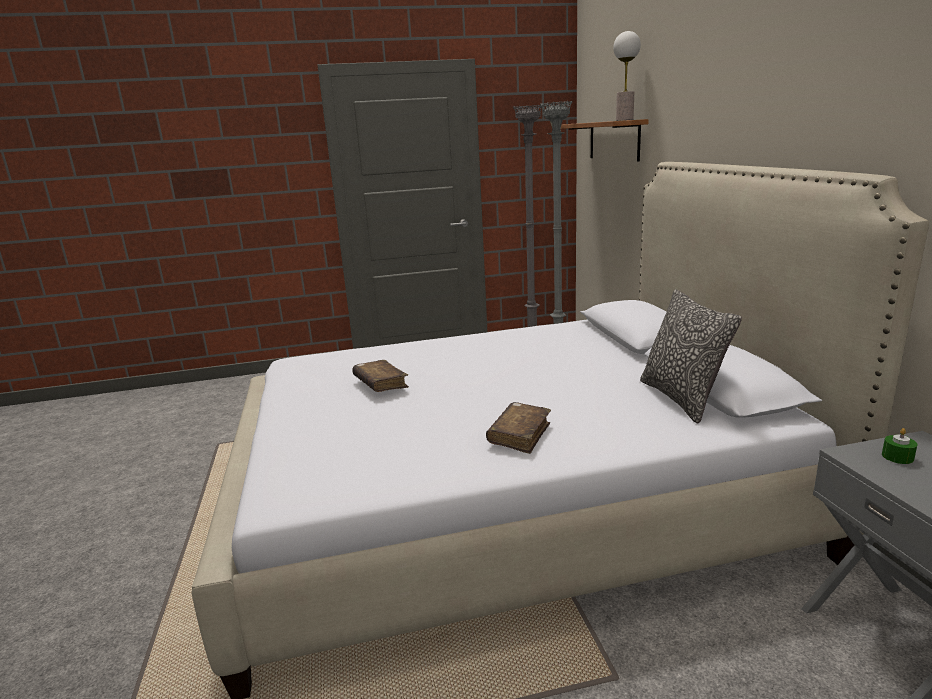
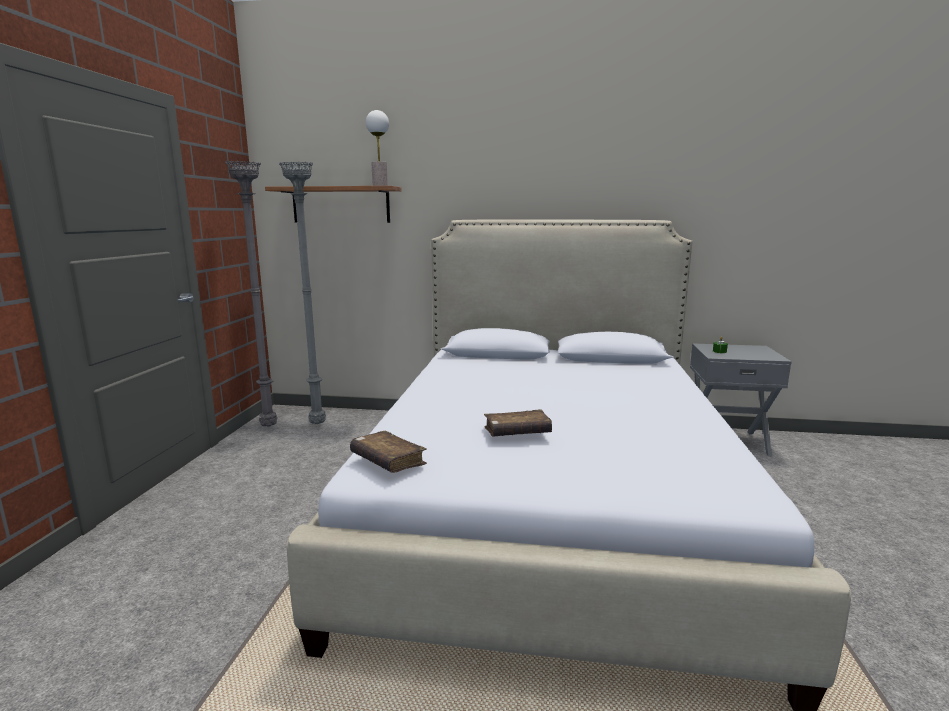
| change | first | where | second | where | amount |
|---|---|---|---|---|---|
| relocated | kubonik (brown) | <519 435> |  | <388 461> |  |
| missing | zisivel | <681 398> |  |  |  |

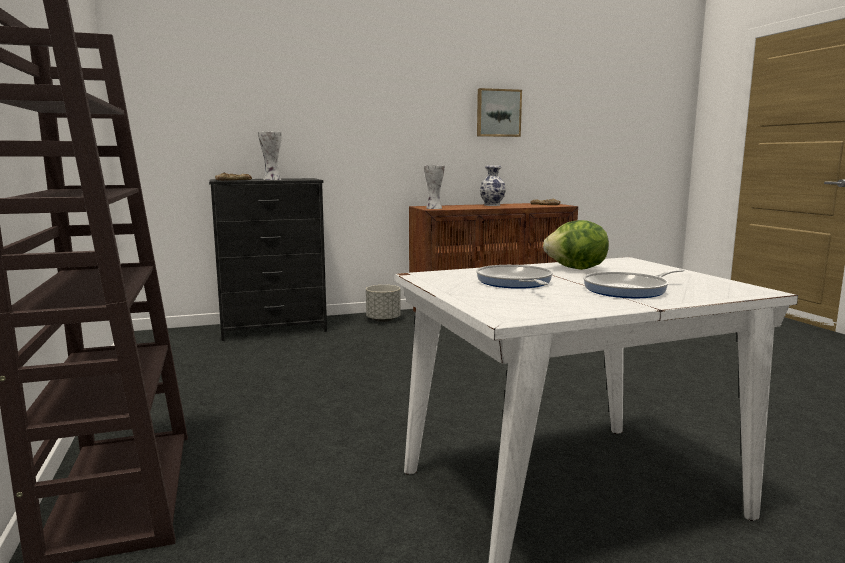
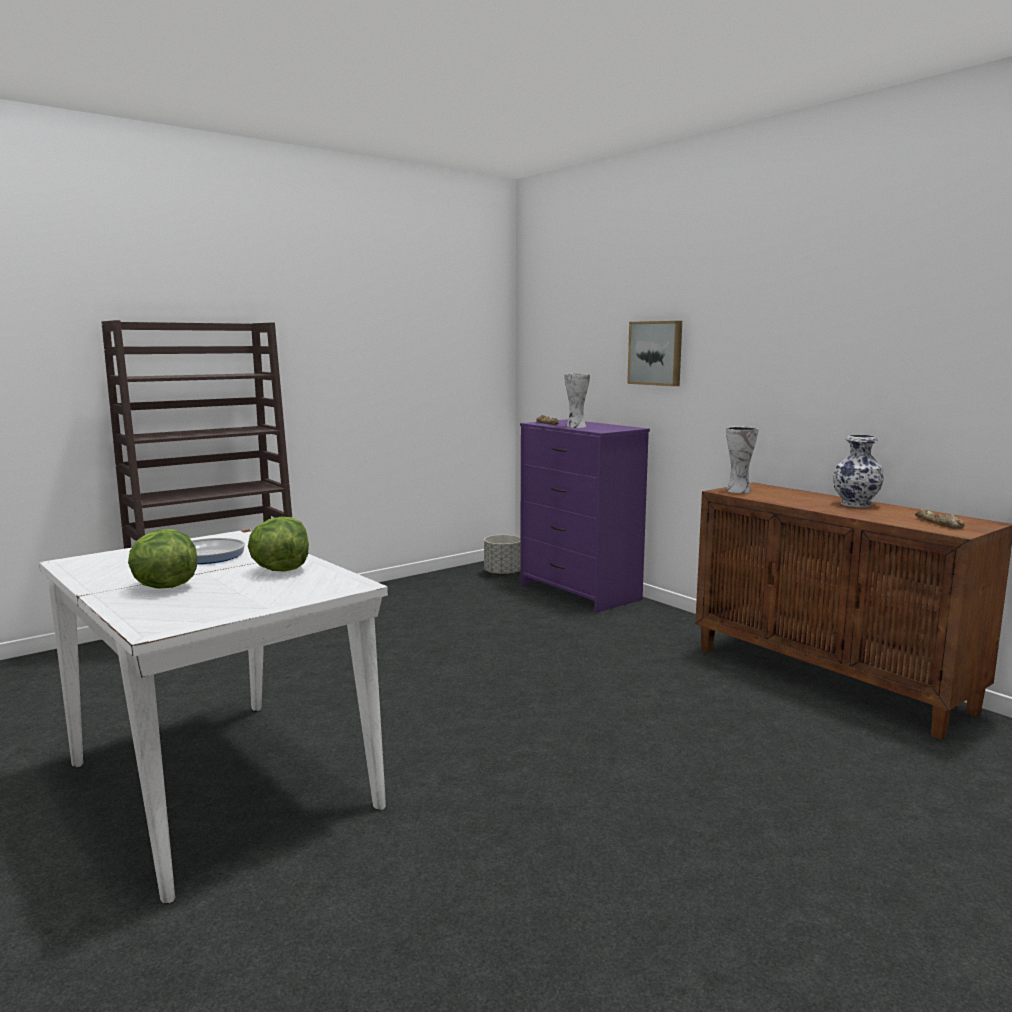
| change | first | where | second | where | amount |
|---|---|---|---|---|---|
| colour | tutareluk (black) | <273 329> | tutareluk (purple) | <578 592> |  |
| relocated | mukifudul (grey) | <383 320> |  | <502 574> |  |
| relocated | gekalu | <498 113> |  | <656 353> |  |
| exchanged | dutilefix | <629 290> | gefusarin | <164 587> |  |

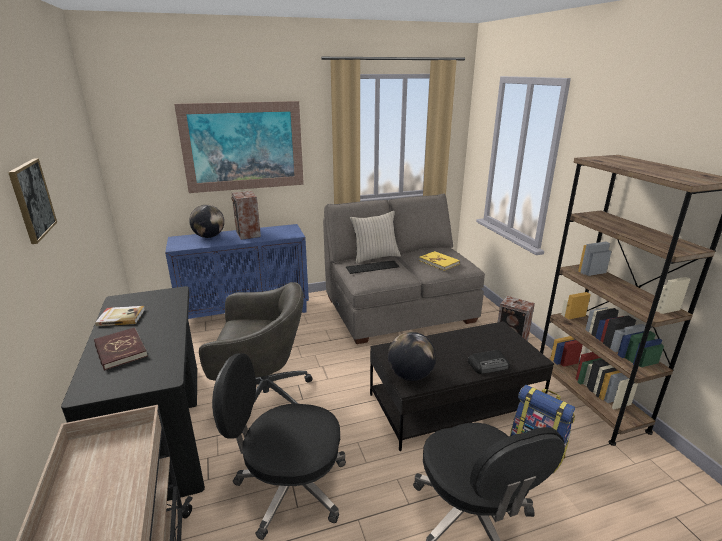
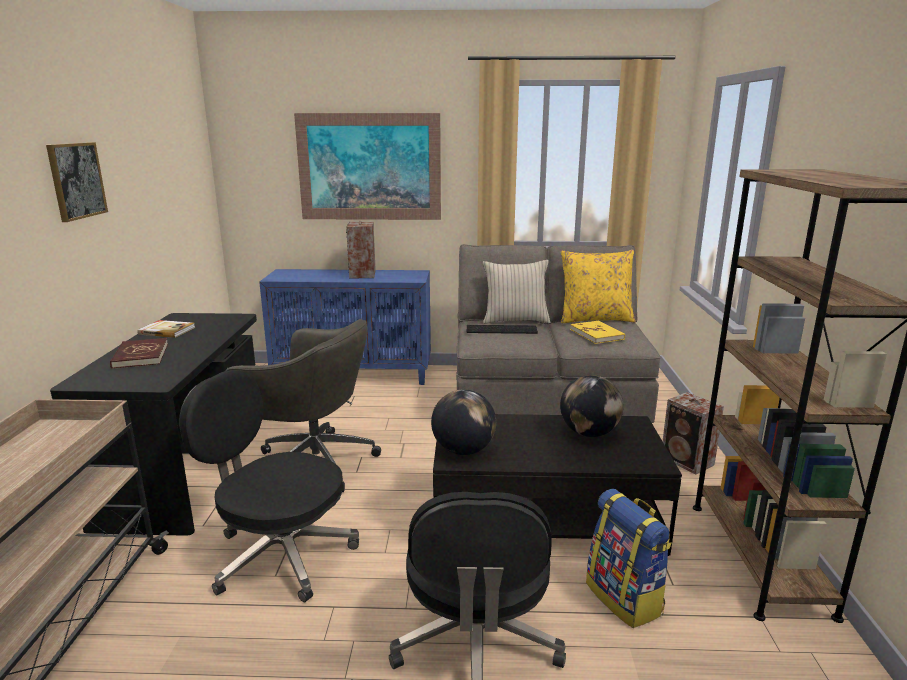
| change | first | where | second | where | amount |
|---|---|---|---|---|---|
| relocated | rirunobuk | <209 236> |  | <589 433> |  |
| missing | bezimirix | <489 365> |  |  |  |
| appeared |  |  | zisivel (yellow) | <595 319> |  |

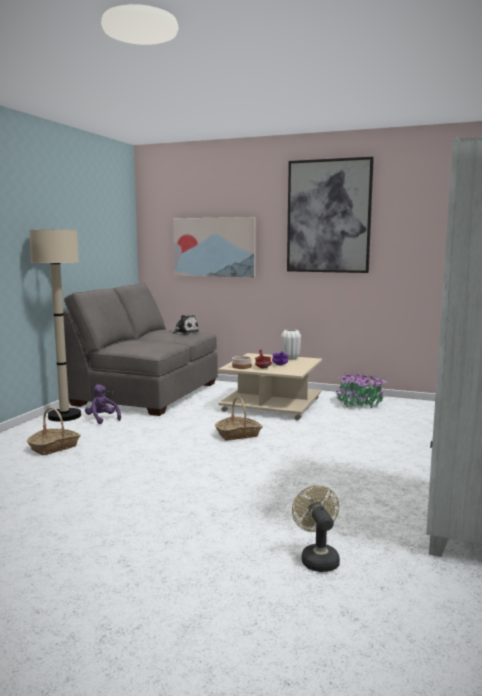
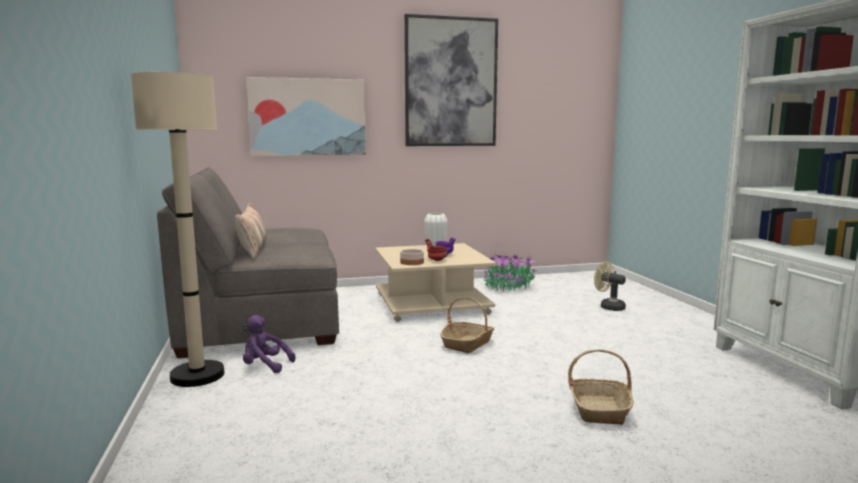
| change | first | where | second | where | amount |
|---|---|---|---|---|---|
| relocated | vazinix | <54 447> |  | <599 409> |  |
| missing | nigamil | <184 332> |  |  |  |
| relocated | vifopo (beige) | <317 558> |  | <608 307> |  |
| appeared |  |  | zisivel | <252 248> |  |

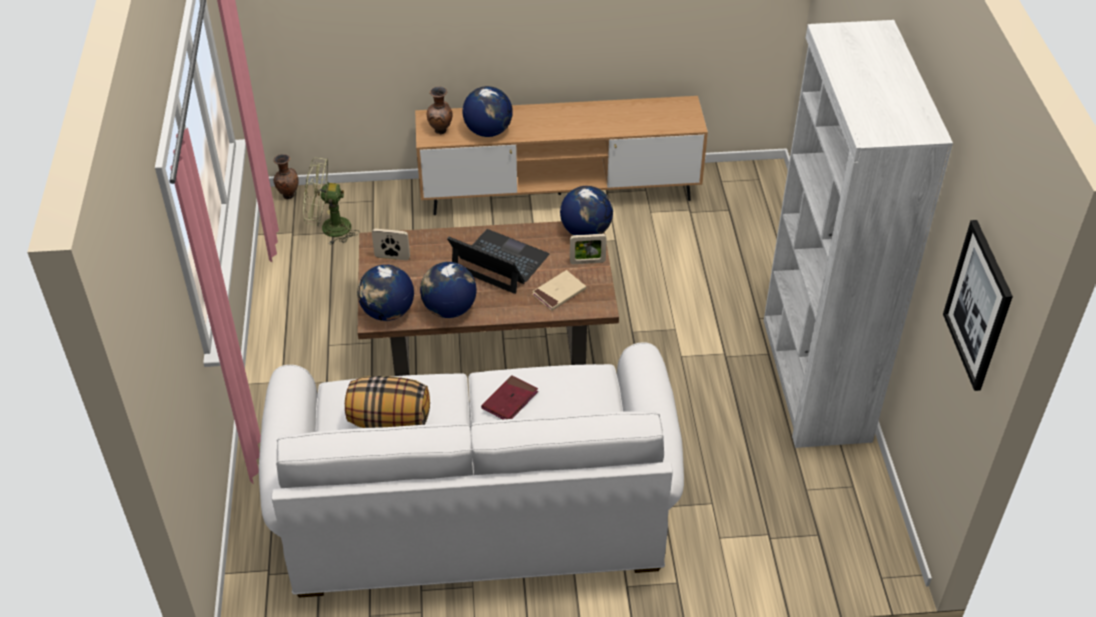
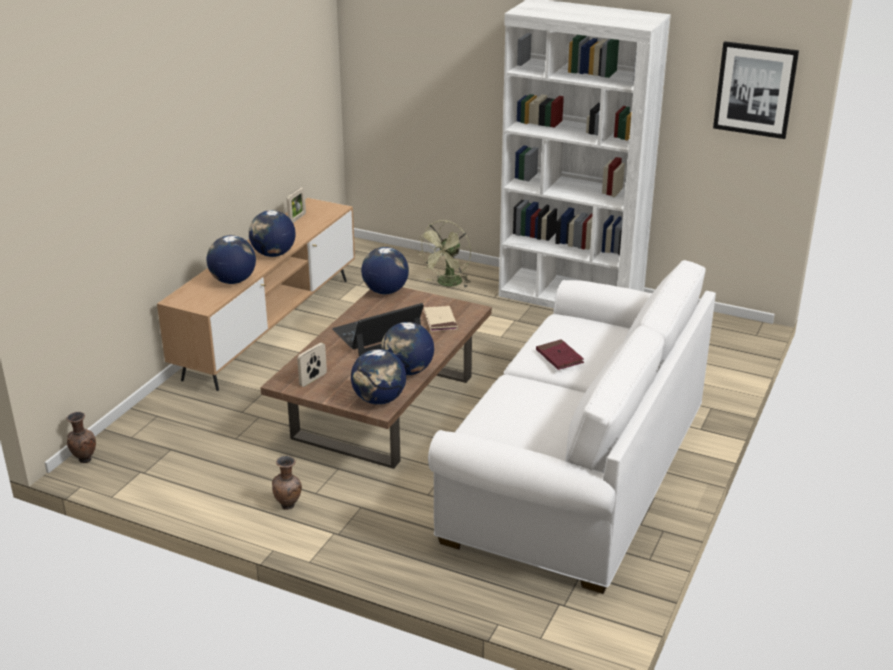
| change | first | where | second | where | amount |
|---|---|---|---|---|---|
| relocated | vifopo (green) | <329 228> |  | <447 284> |  |
| missing | zisivel | <389 421> |  |  |  |
| relocated | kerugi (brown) | <441 131> |  | <289 506> |  |
| relocated | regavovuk | <587 262> |  | <297 218> |  |
| appeared |  |  | rirunobuk | <273 254> |  |

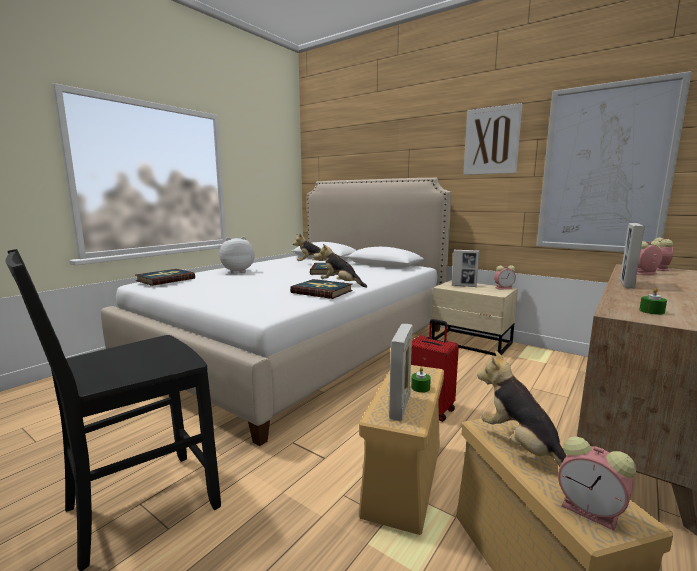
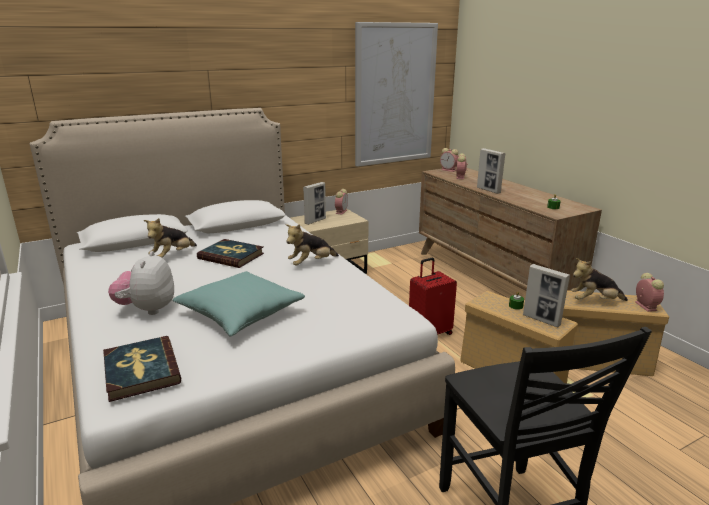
| change | first | where | second | where | amount |
|---|---|---|---|---|---|
| missing | kubonik | <322 291> |  |  |  |
| missing | gekalu | <491 141> |  |  |  |
| spun | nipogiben | <592 512> |  | <645 306> | 75 degrees counterclockwise |
| appeared |  |  | zisivel (turquoise) | <240 314> |  |

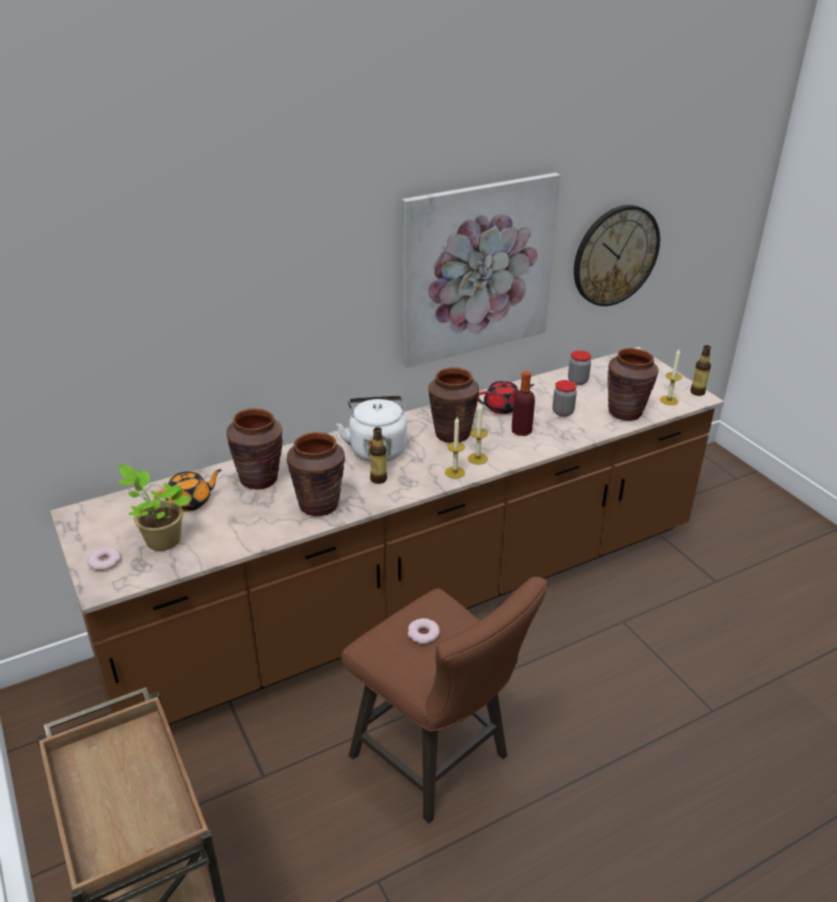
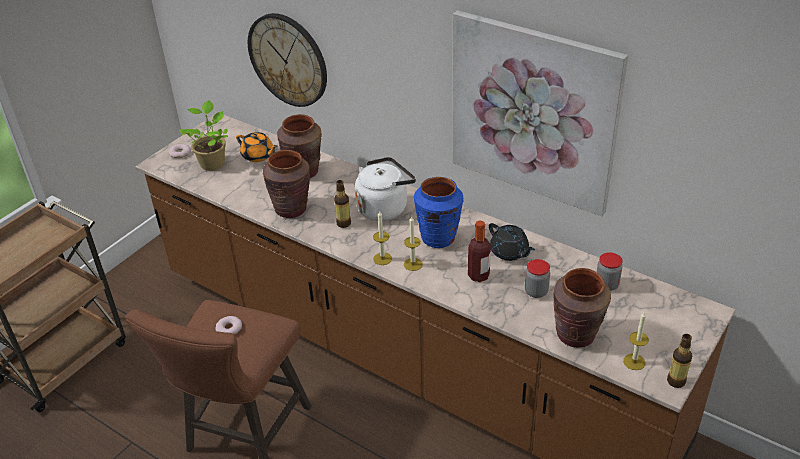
| change | first | where | second | where | amount |
|---|---|---|---|---|---|
| colour | kerugi (brown) | <452 434> | kerugi (blue) | <438 238> |  |
| colour | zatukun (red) | <503 407> | zatukun (black) | <509 252> |  |
| relocated | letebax | <615 255> |  | <288 60> |  |

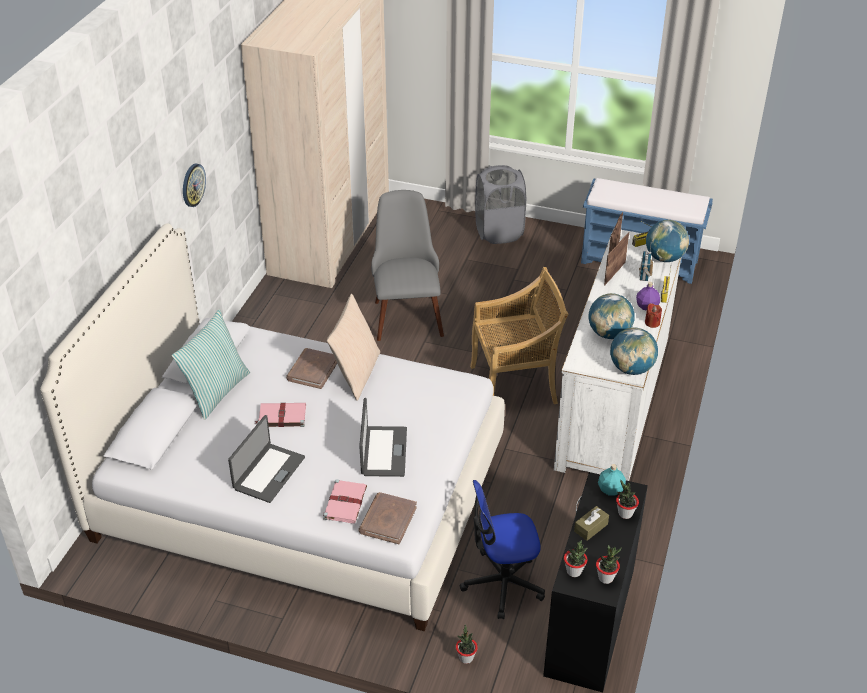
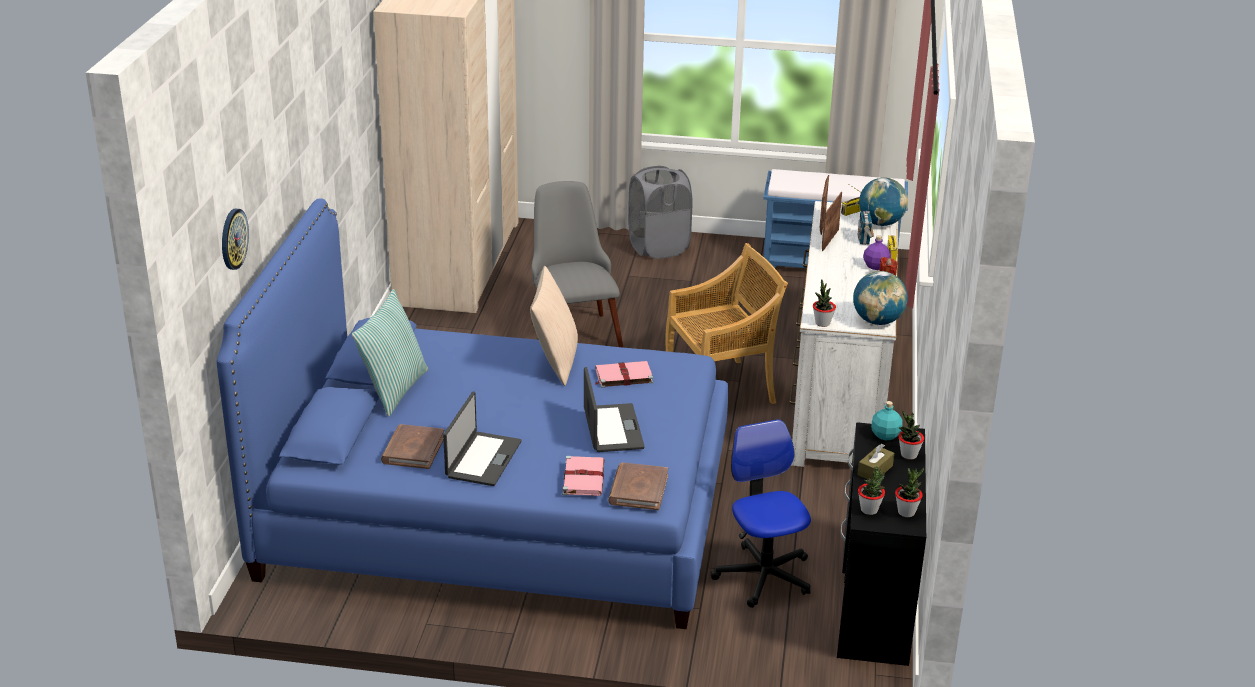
| change | first | where | second | where | amount |
|---|---|---|---|---|---|
| colour | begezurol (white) | <299 493> | begezurol (blue) | <497 512> |  |
| relocated | letebax | <193 185> |  | <233 239> |  |
| relocated | kubonik (pink) | <281 416> |  | <622 376> |  |
| relocated | kubonik (brown) | <312 370> |  | <413 450> |  |
| relocated | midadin | <466 658> |  | <822 323> |  |
| spun | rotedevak | <502 583> |  | <764 576> | 90 degrees clockwise |
| missing | rirunobuk | <609 334> |  |  |  |

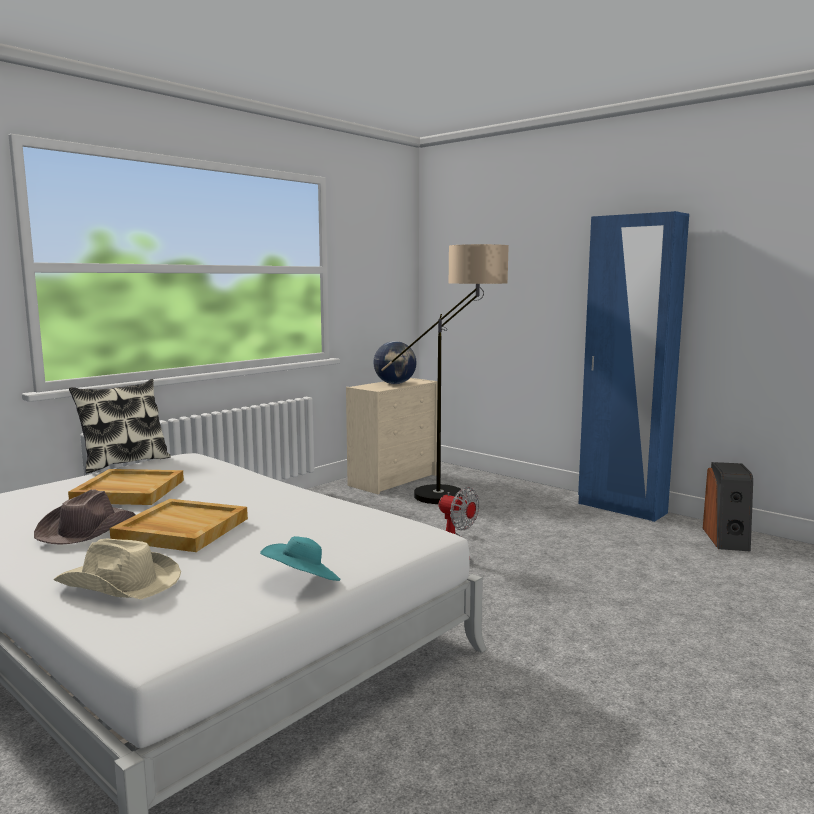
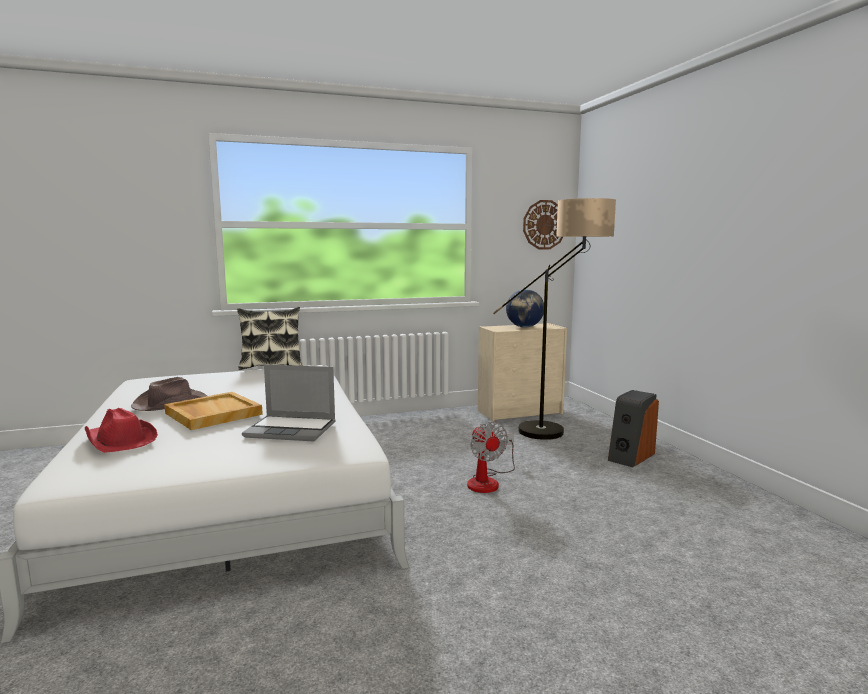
| change | first | where | second | where | amount |
|---|---|---|---|---|---|
| colour | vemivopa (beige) | <119 583> | vemivopa (red) | <119 440> |  |
| missing | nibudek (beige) | <128 491> |  |  |  |
| missing | vemivopa (turquoise) | <302 582> |  |  |  |
| missing | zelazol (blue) | <621 508> |  |  |  |
| relocated | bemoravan | <727 539> |  | <630 456> |  |
| appeared |  |  | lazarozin | <292 430> |  |
| appeared |  |  | letebax | <544 224> |  |

